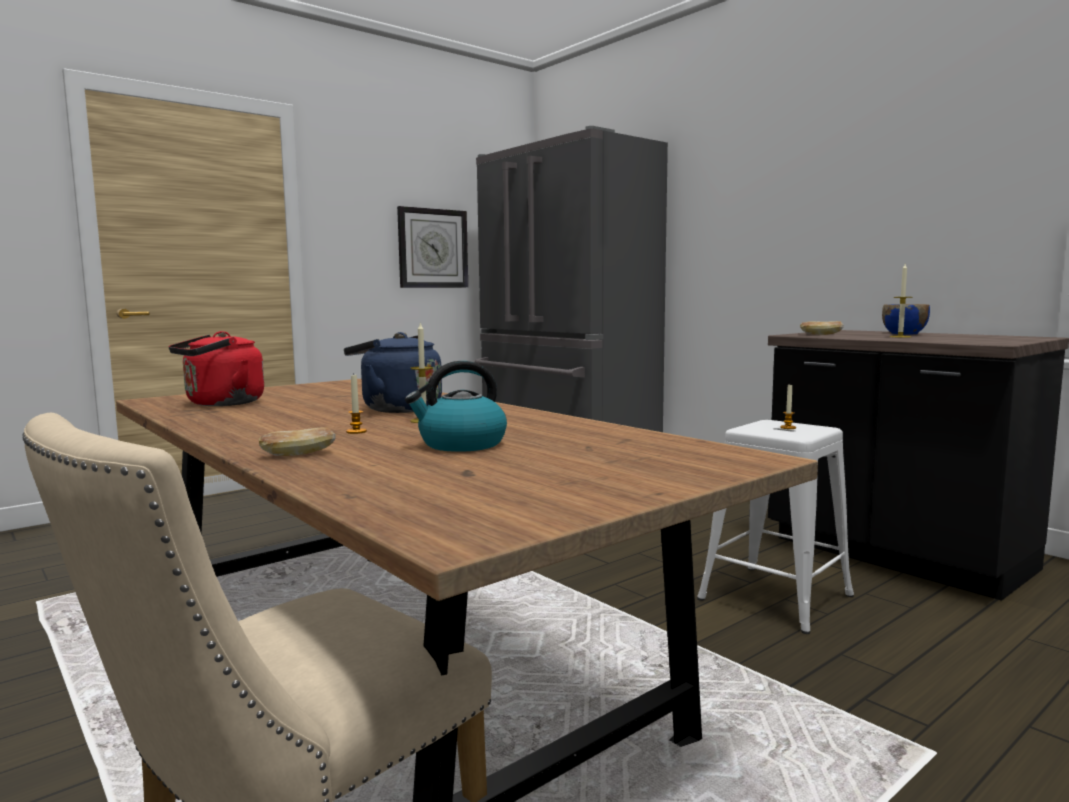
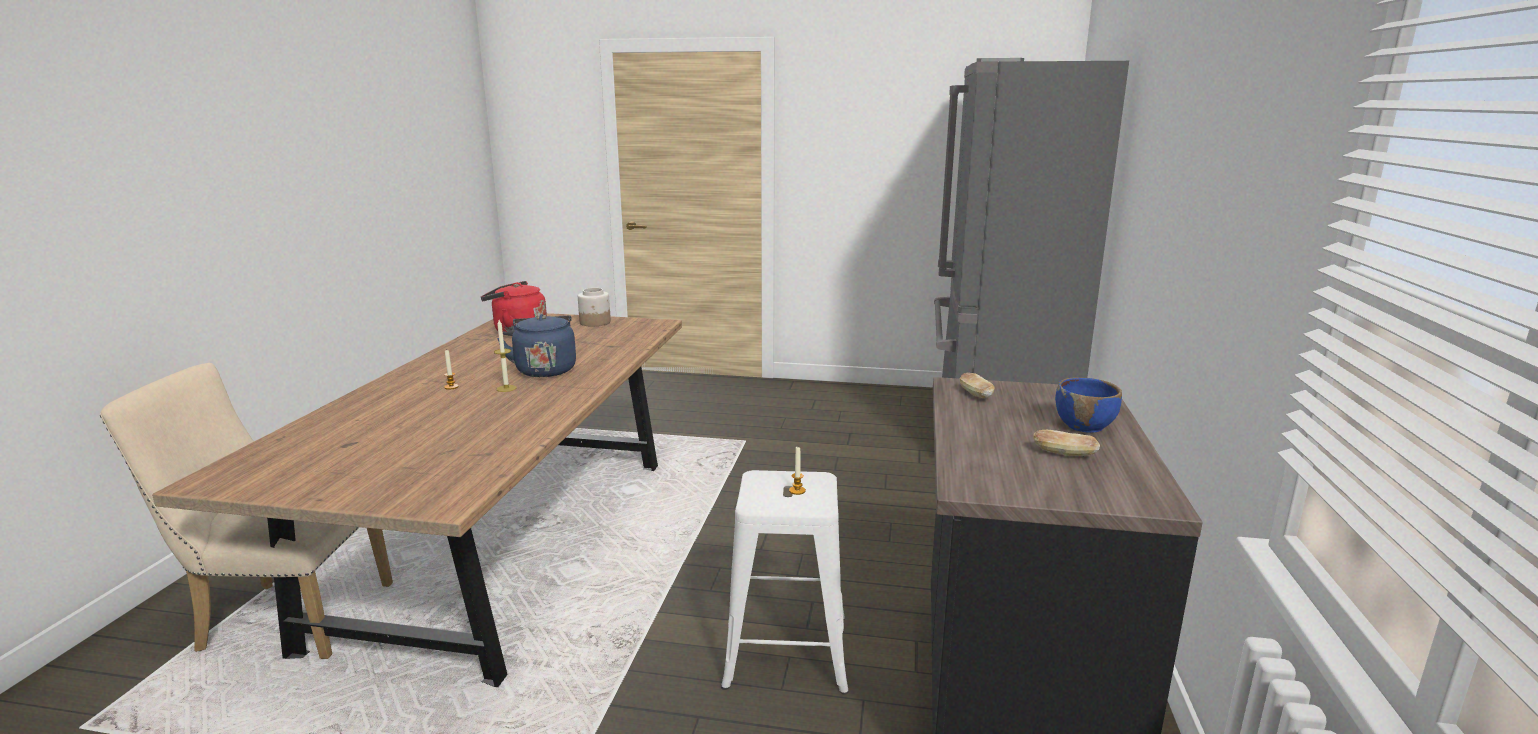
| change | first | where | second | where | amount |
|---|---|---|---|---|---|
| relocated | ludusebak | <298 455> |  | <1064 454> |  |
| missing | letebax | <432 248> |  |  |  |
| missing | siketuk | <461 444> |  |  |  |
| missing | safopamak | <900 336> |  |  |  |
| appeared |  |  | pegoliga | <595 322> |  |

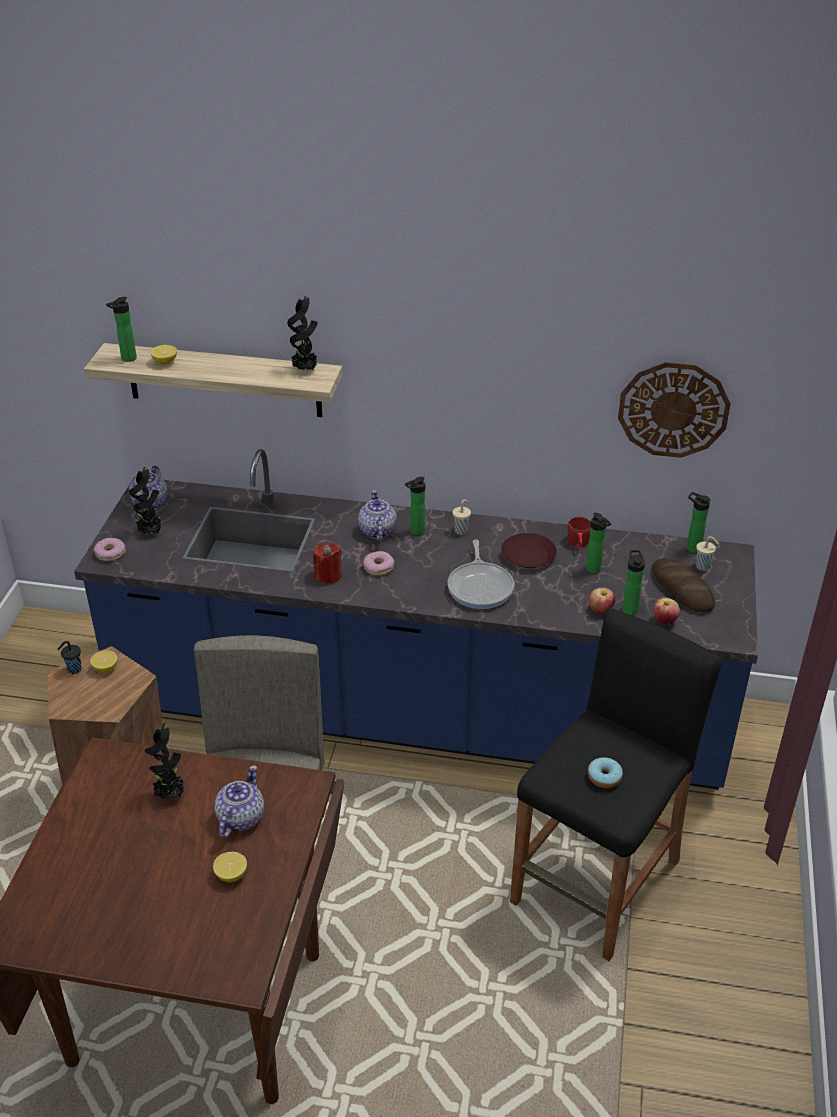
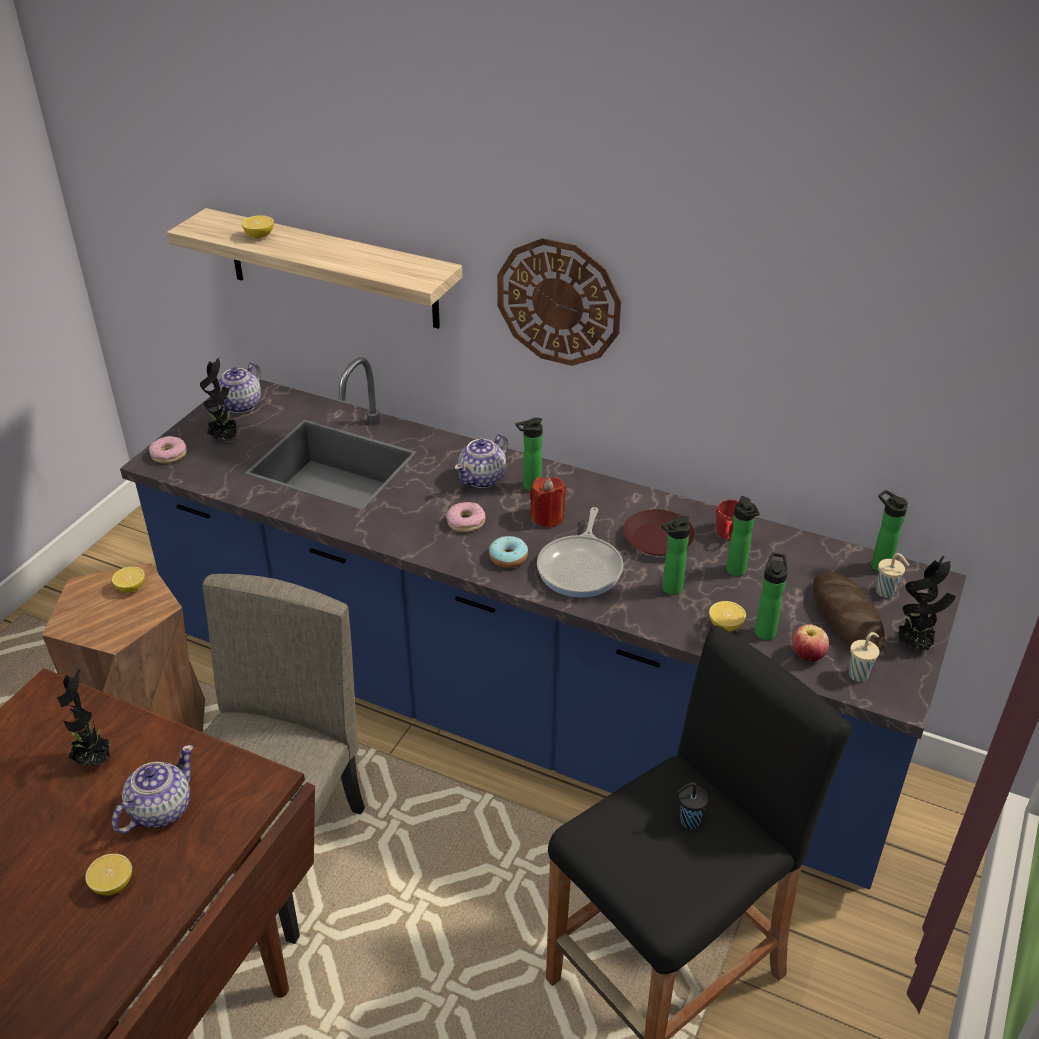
| change | first | where | second | where | amount |
|---|---|---|---|---|---|
| relocated | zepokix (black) | <73 670> |  | <688 821> |  |
| relocated | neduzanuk | <127 359> |  | <669 589> |  |
| relocated | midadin | <306 370> |  | <914 645> |  |
| relocated | safopamak (red) | <328 575> |  | <547 517> |  |
| spun | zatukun | <377 531> |  | <483 478> | 150 degrees counterclockwise |
| relocated | zepokix (beige) | <461 531> |  | <859 674> |  |
| relocated | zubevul | <604 777> |  | <508 558> |  |
| exchanged | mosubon | <600 610> | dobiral | <725 626> |  |
| relocated | letebax | <673 409> |  | <559 302> |  |

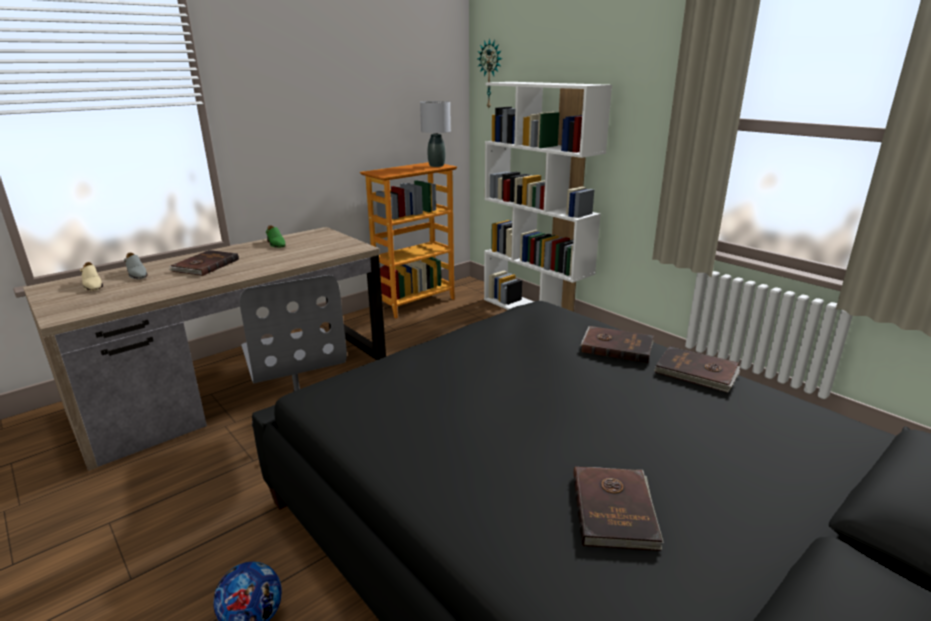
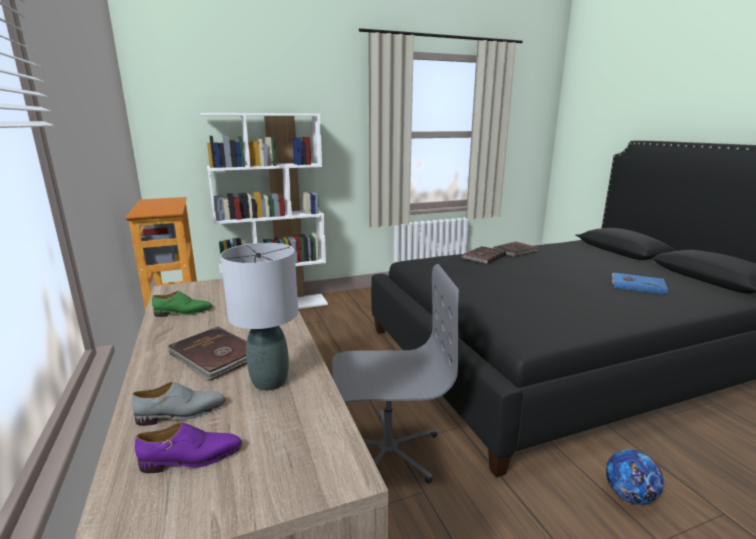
| change | first | where | second | where | amount |
|---|---|---|---|---|---|
| colour | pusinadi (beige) | <93 285> | pusinadi (purple) | <192 458> |  |
| relocated | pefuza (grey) | <436 165> |  | <270 381> |  |
| missing | letebax | <491 74> |  |  |  |
| colour | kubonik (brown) | <615 509> | kubonik (blue) | <637 285> |  |

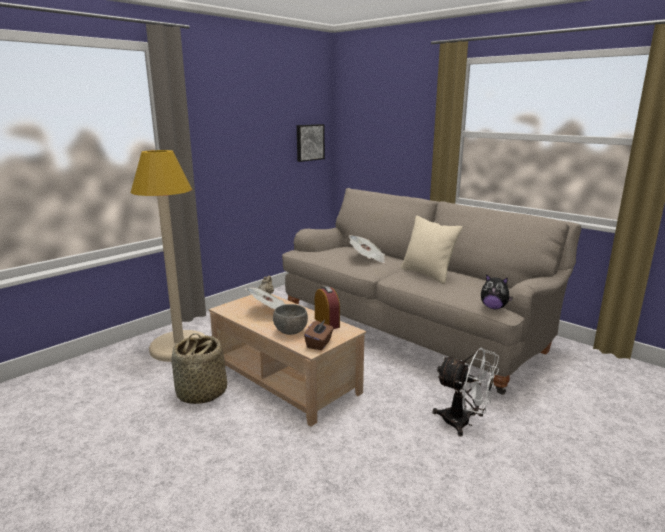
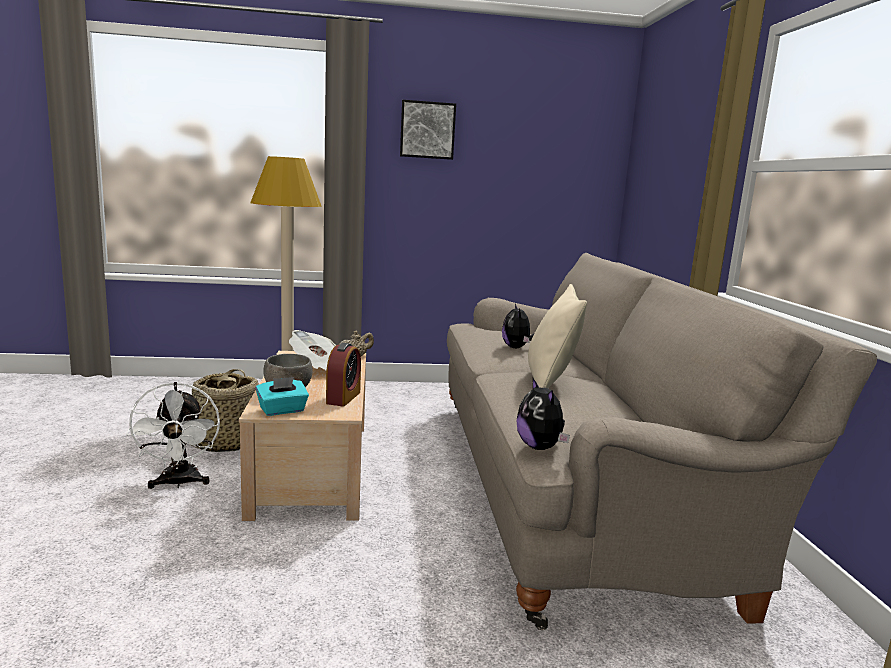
| change | first | where | second | where | amount |
|---|---|---|---|---|---|
| relocated | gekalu | <309 142> |  | <427 130> |  |
| colour | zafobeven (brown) | <319 343> | zafobeven (turquoise) | <282 410> |  |
| exchanged | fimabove | <367 259> | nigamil | <516 348> |  |
| relocated | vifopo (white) | <463 423> |  | <179 483> |  |

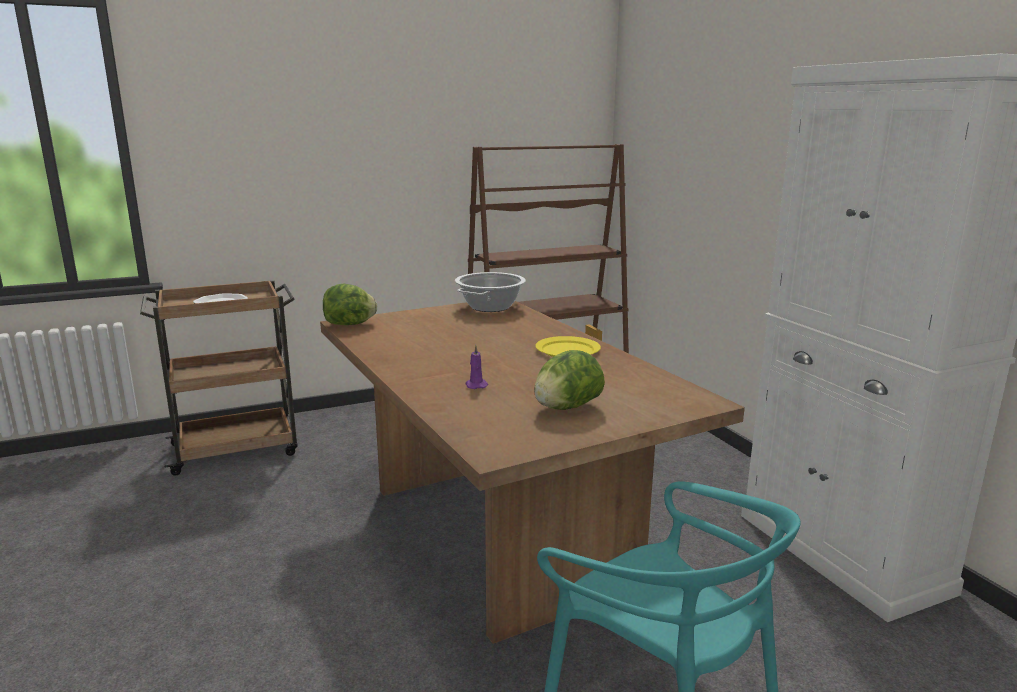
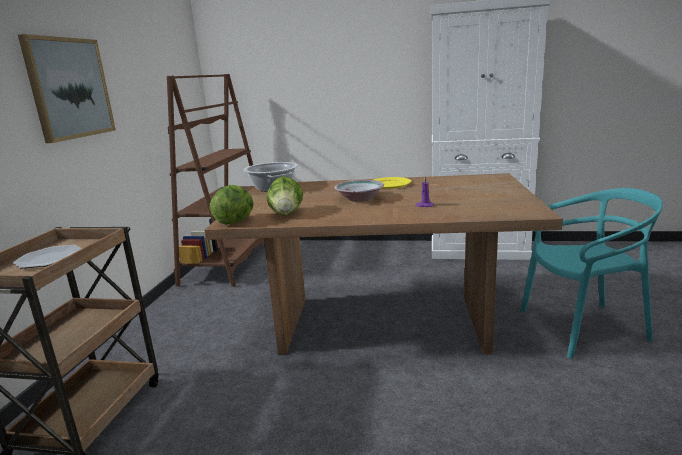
| change | first | where | second | where | amount |
|---|---|---|---|---|---|
| relocated | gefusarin | <566 407> |  | <286 214> |  |
| appeared |  |  | gekalu | <69 88> |  |
| appeared |  |  | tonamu | <359 199> |  |

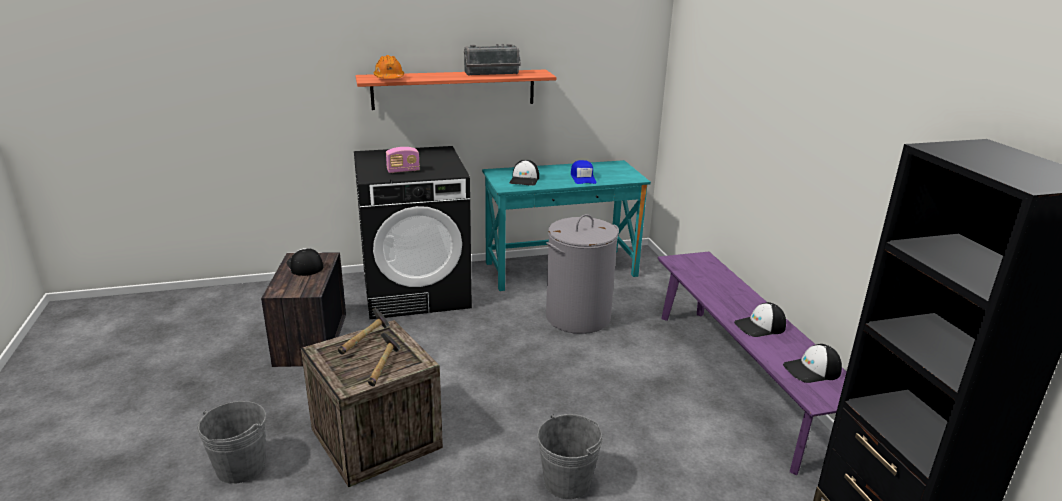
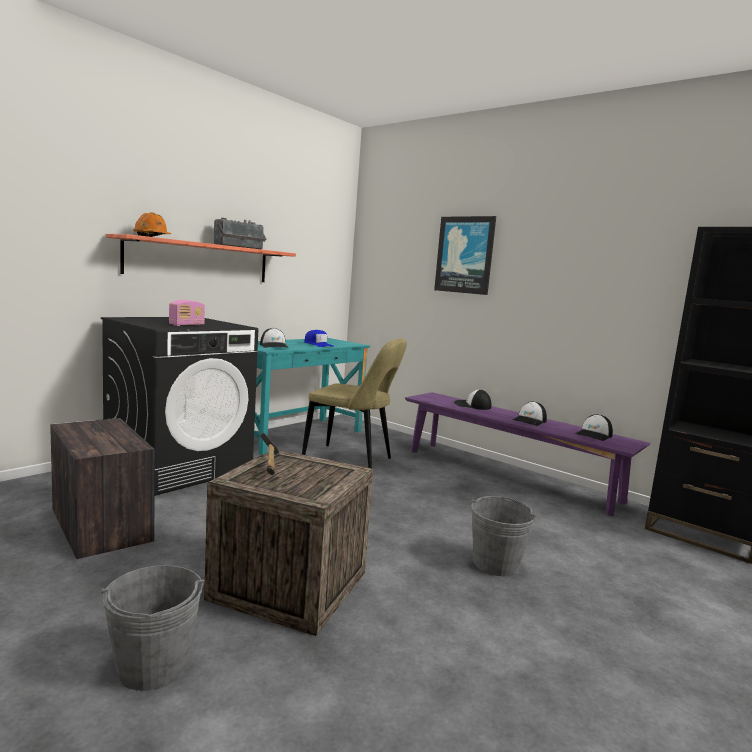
| change | first | where | second | where | amount |
|---|---|---|---|---|---|
| relocated | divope | <304 265> |  | <472 405> |  |
| missing | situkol | <383 367> |  |  |  |
| exchanged | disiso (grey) | <578 317> | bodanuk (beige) | <351 461> |  |
| appeared |  |  | gekalu | <465 255> |  |

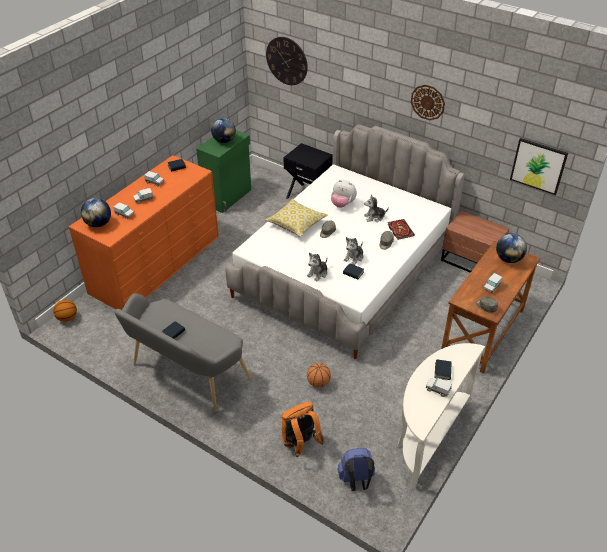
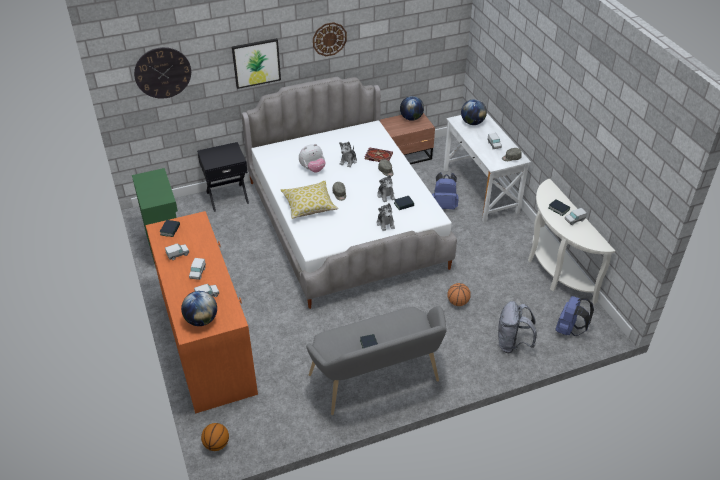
| change | first | where | second | where | amount |
|---|---|---|---|---|---|
| relocated | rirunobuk | <224 141> |  | <411 118> |  |
| colour | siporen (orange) | <300 444> | siporen (grey) | <512 344> |  |
| colour | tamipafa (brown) | <483 331> | tamipafa (white) | <480 190> |  |
| relocated | gekalu | <538 166> |  | <256 63> |  |
| appeared |  |  | siporen (blue) | <444 205> |  |

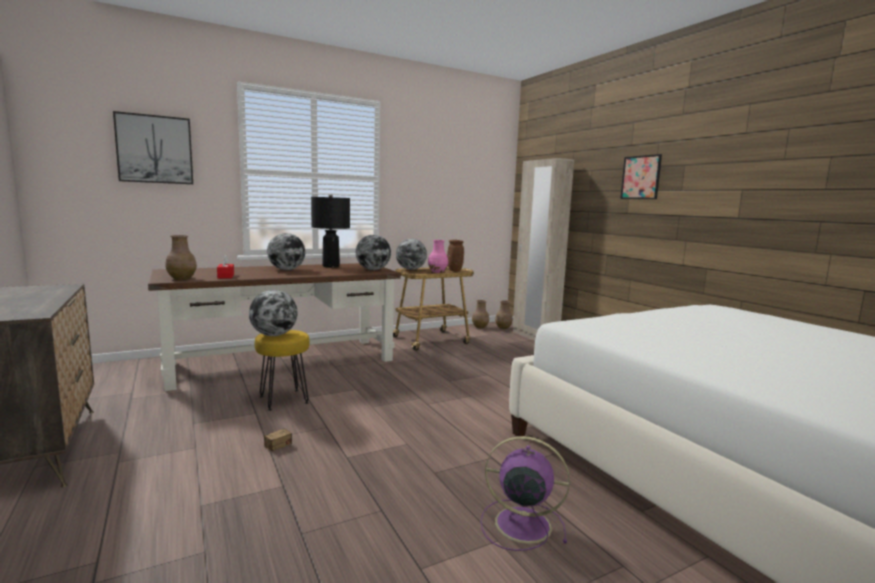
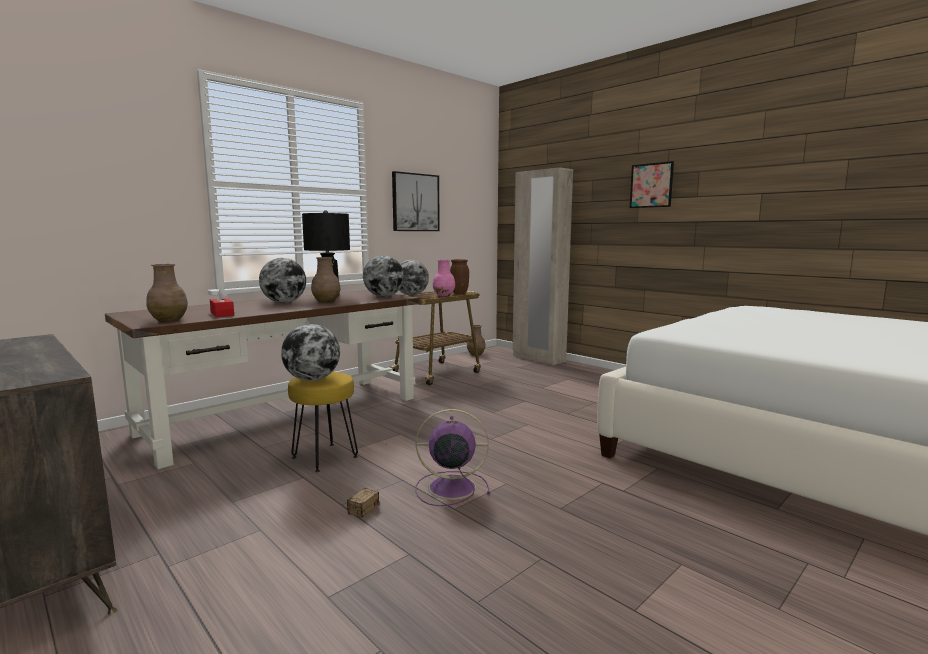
| change | first | where | second | where | amount |
|---|---|---|---|---|---|
| relocated | gekalu | <155 149> |  | <415 202> |  |
| relocated | vifopo (purple) | <520 524> |  | <449 487> |  |
| relocated | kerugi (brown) | <503 327> |  | <326 301> |  |

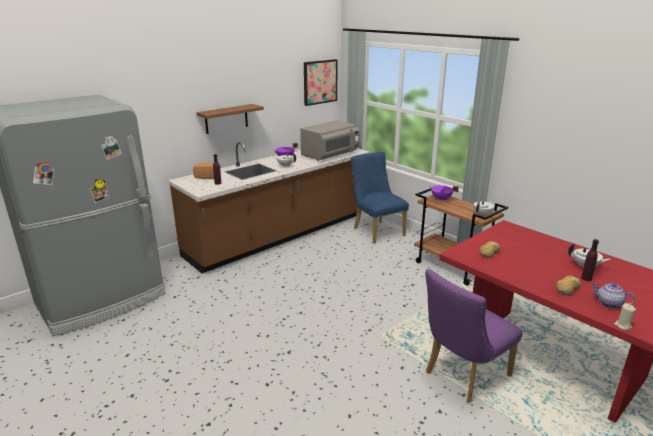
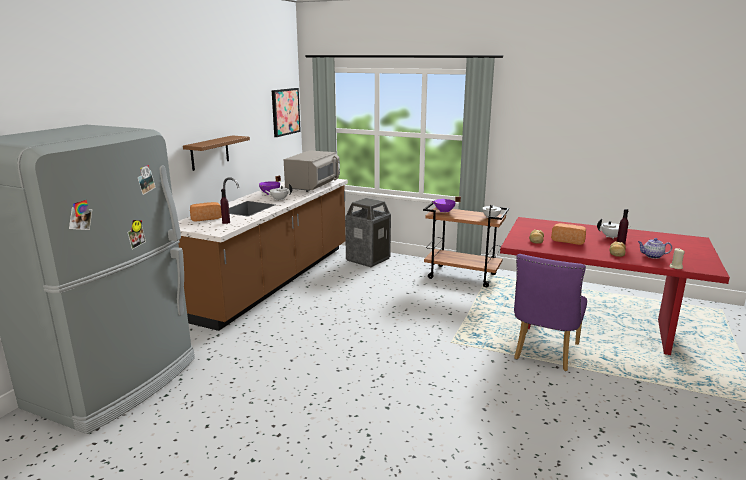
| change | first | where | second | where | amount |
|---|---|---|---|---|---|
| exchanged | bodanuk (blue) | <376 230> | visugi | <368 259> |  |
| appeared |  |  | ludusebak | <568 240> |  |

